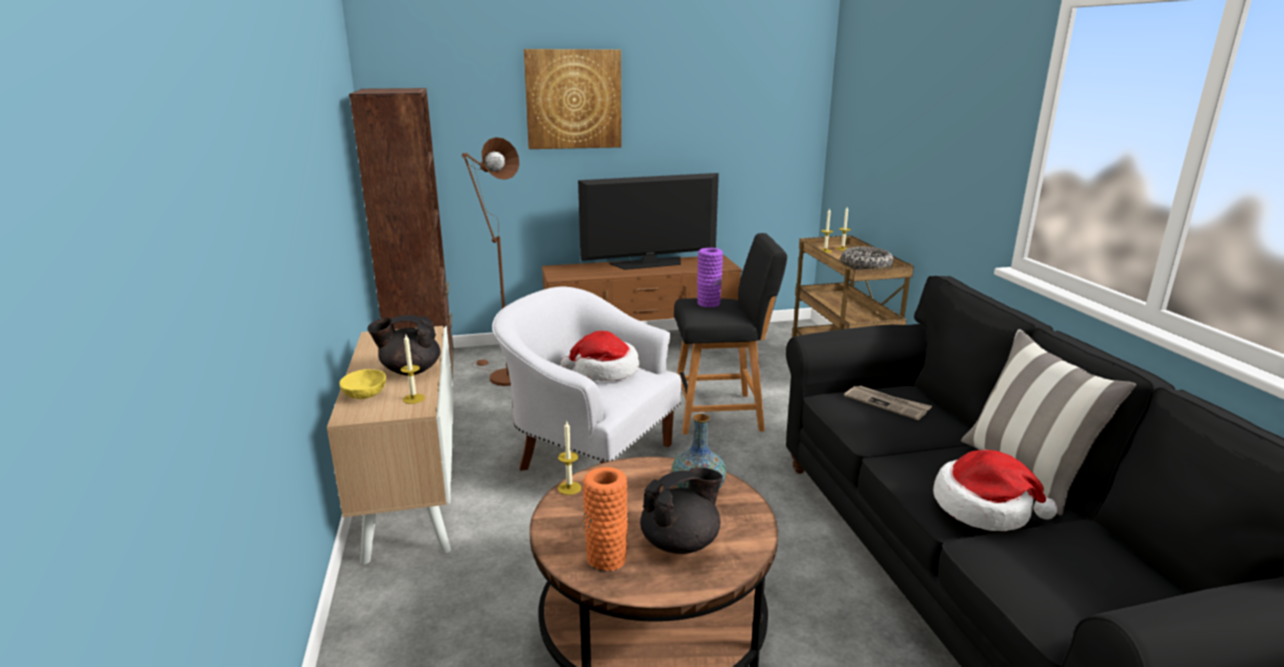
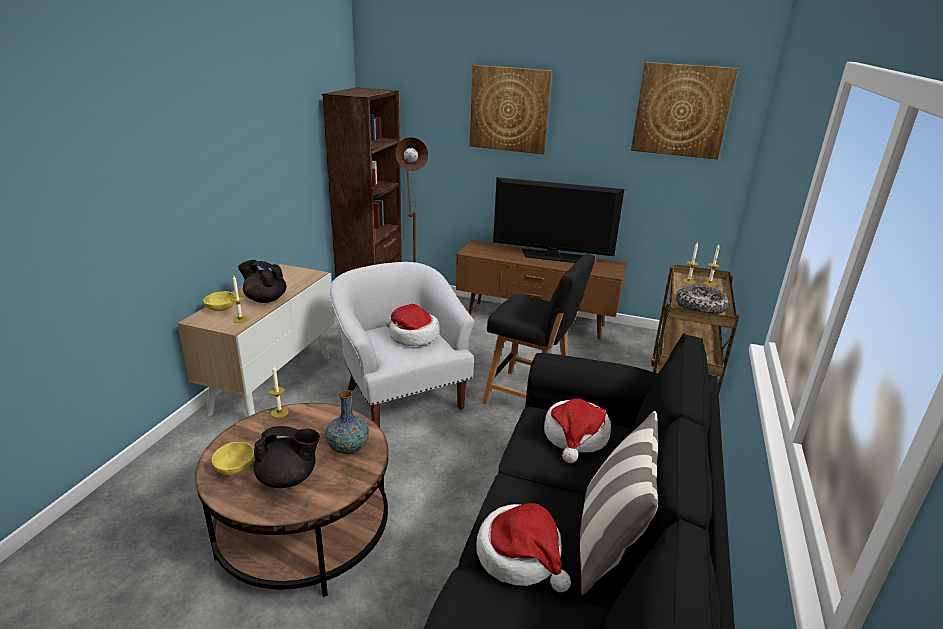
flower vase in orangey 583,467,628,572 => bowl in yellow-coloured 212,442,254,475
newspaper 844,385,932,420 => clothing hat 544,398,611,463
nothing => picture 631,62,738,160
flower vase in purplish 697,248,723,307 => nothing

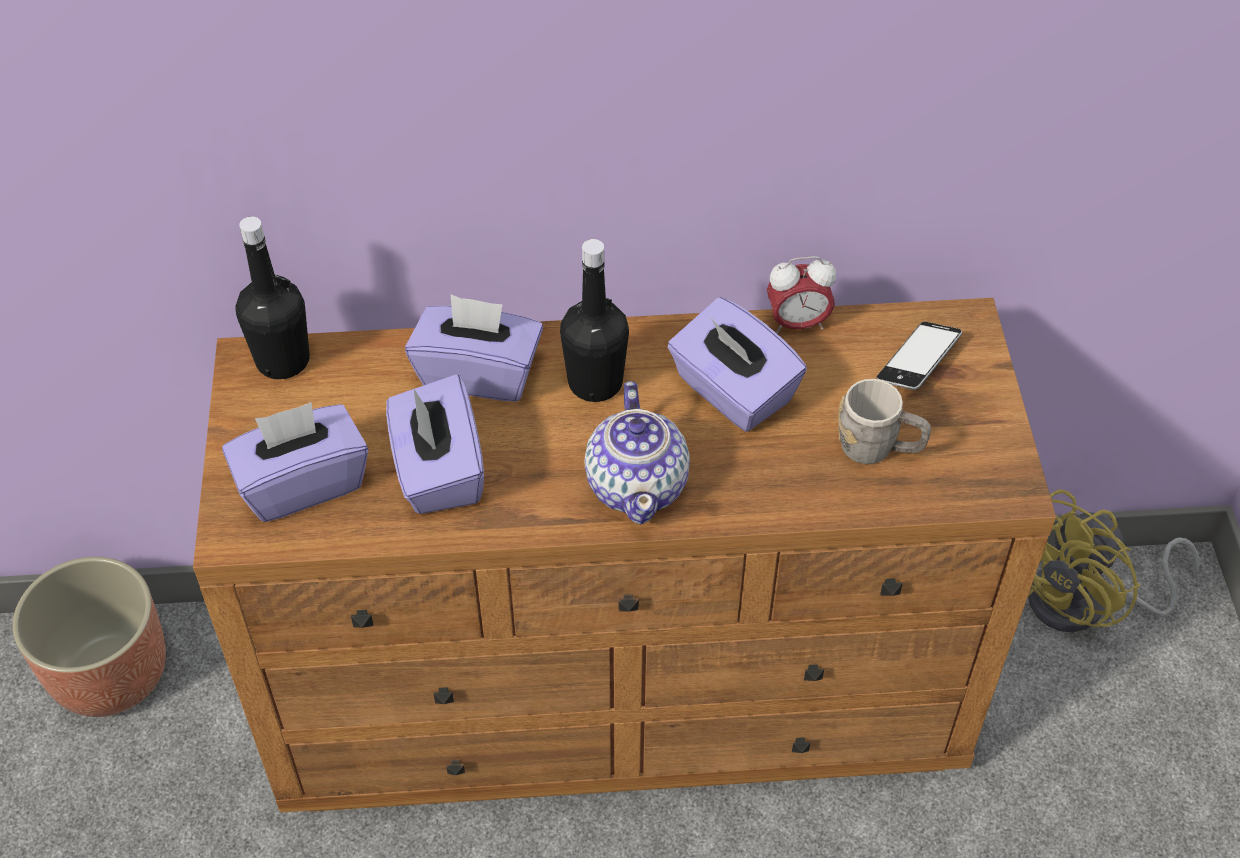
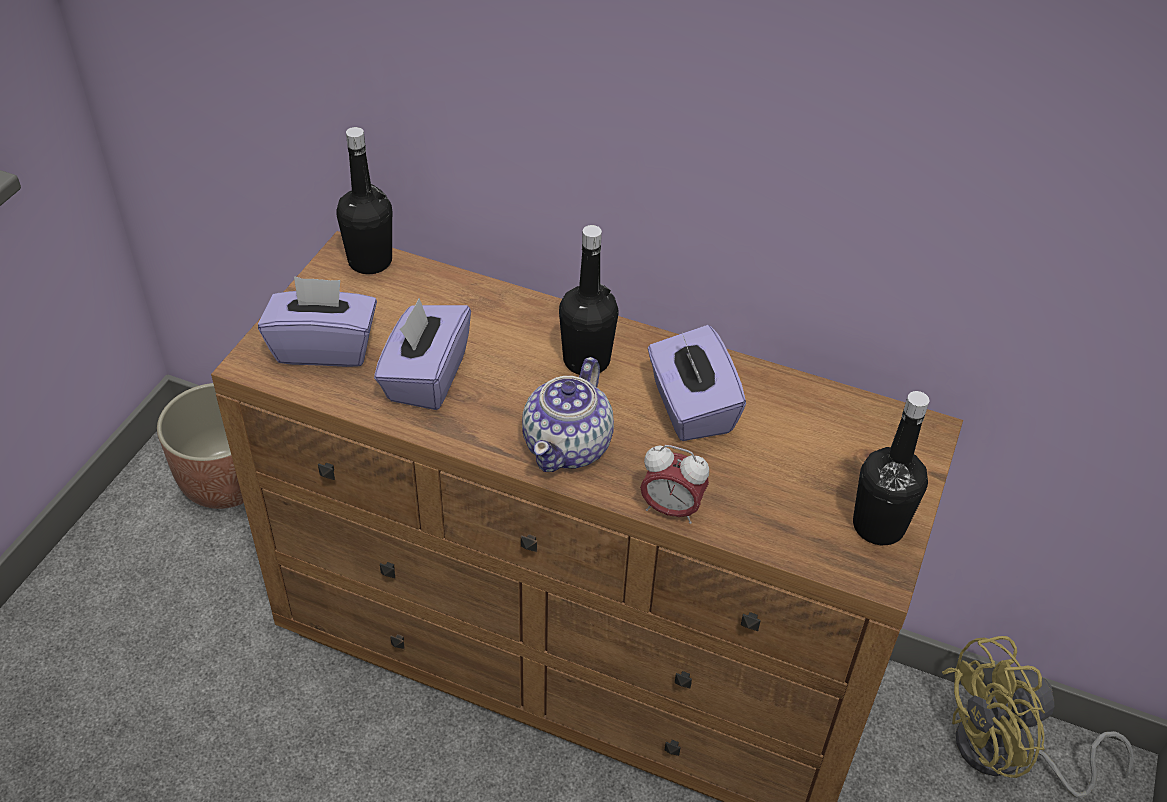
bedside clock 767,256,836,334 => bedside clock 640,445,709,524, relocated
nothing => bottle in black 853,391,929,545
tissue box in purplish 405,294,543,402 => nothing
tea mug in grey 838,379,931,464 => nothing
handset 877,322,962,390 => nothing

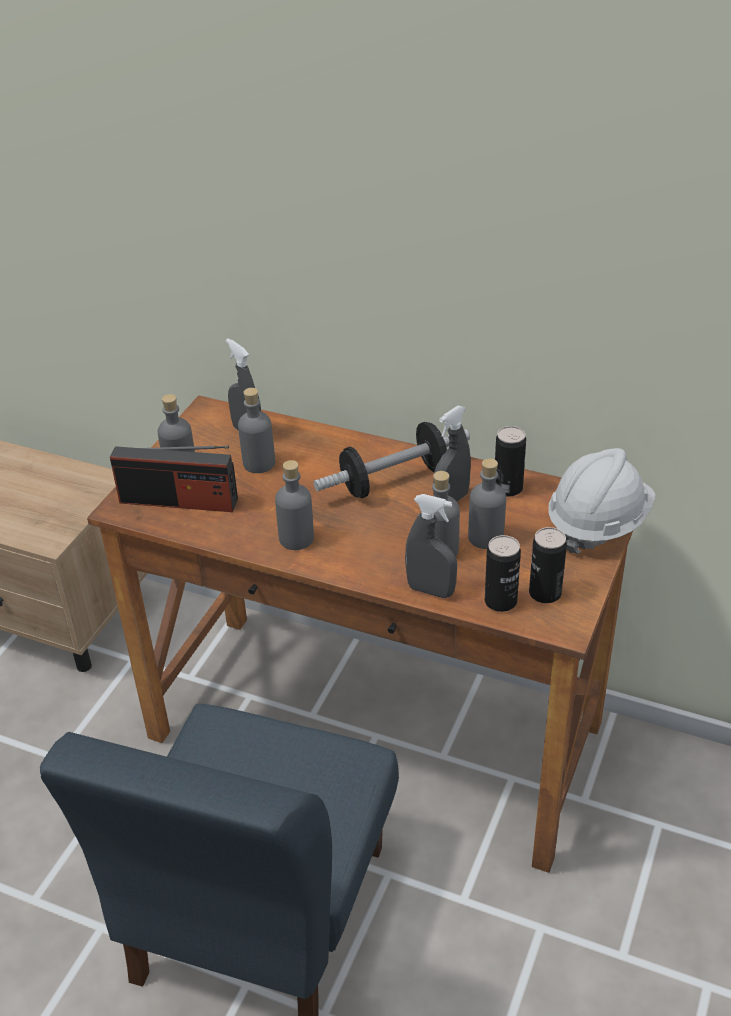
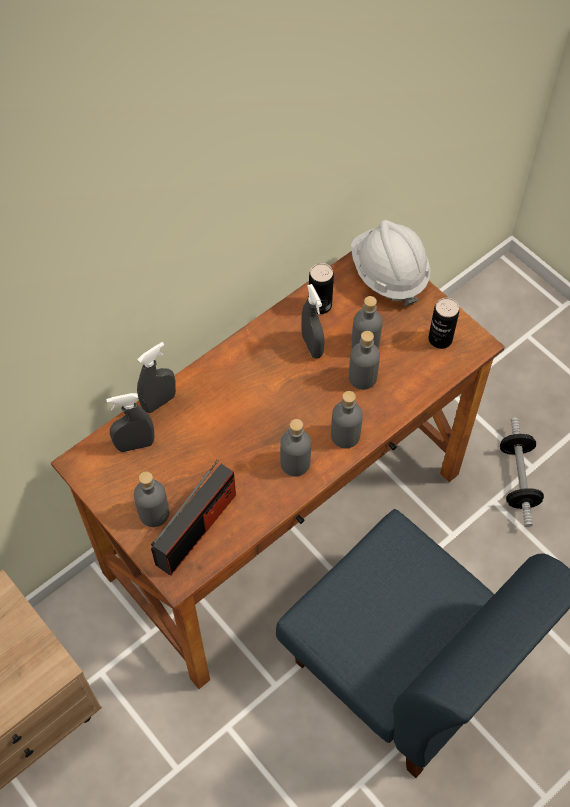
hand sprayer in grey 405,494,457,598 => hand sprayer in grey 137,342,176,413, relocated
bottle in grey 238,388,275,473 => bottle in grey 331,391,363,448, relocated
dumbbell 314,422,470,498 => dumbbell 500,417,544,527, relocated
sealed can 485,535,521,612 => nothing

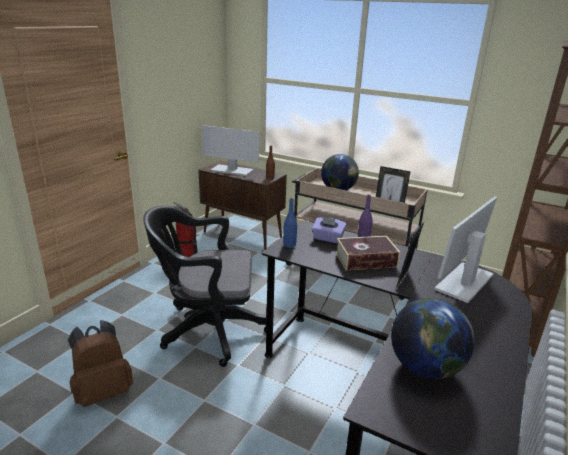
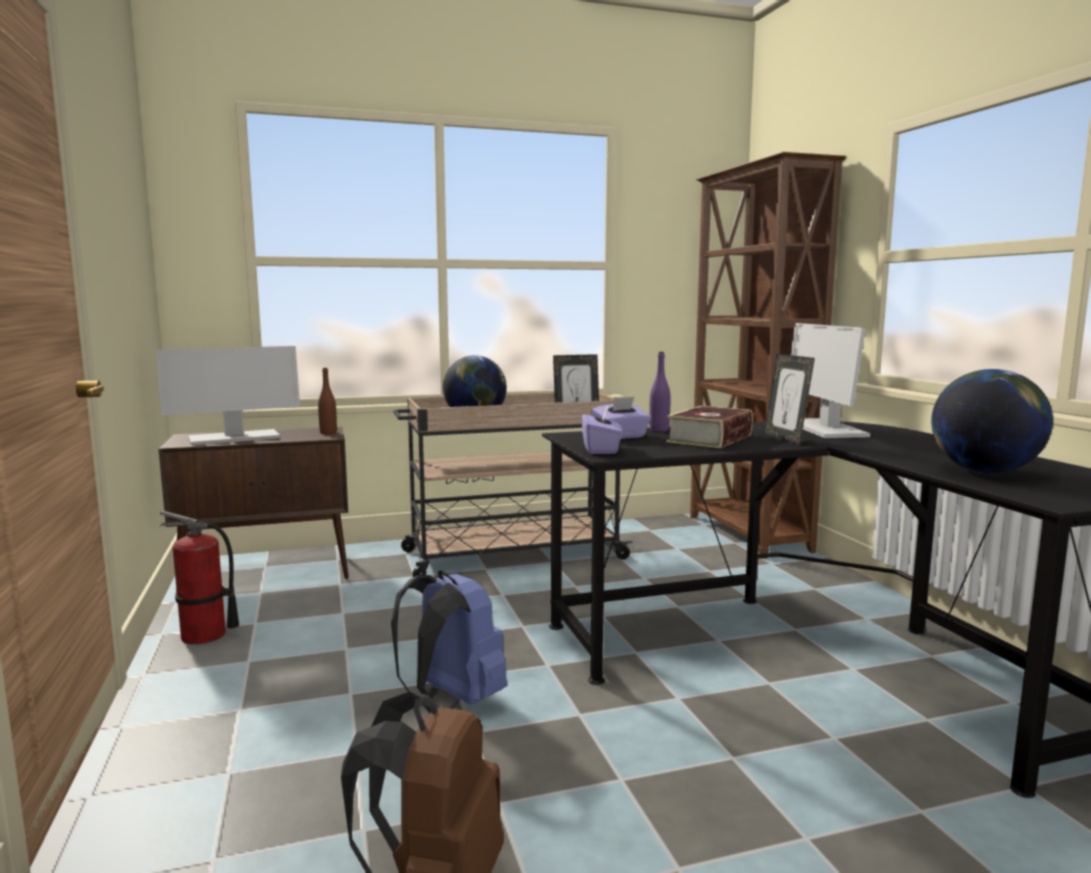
computer chair in black 143,206,267,367 => knapsack in blue 391,570,507,709
bottle in blue 283,198,297,248 => tissue box in purplish 582,406,622,454

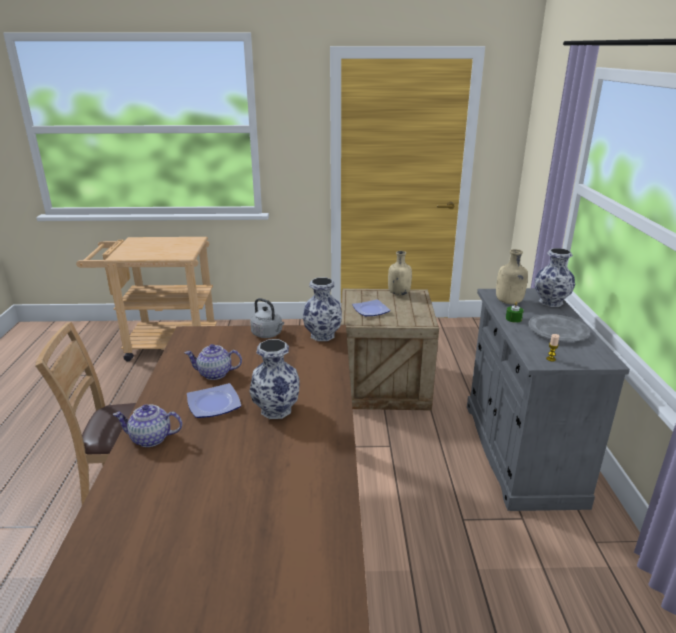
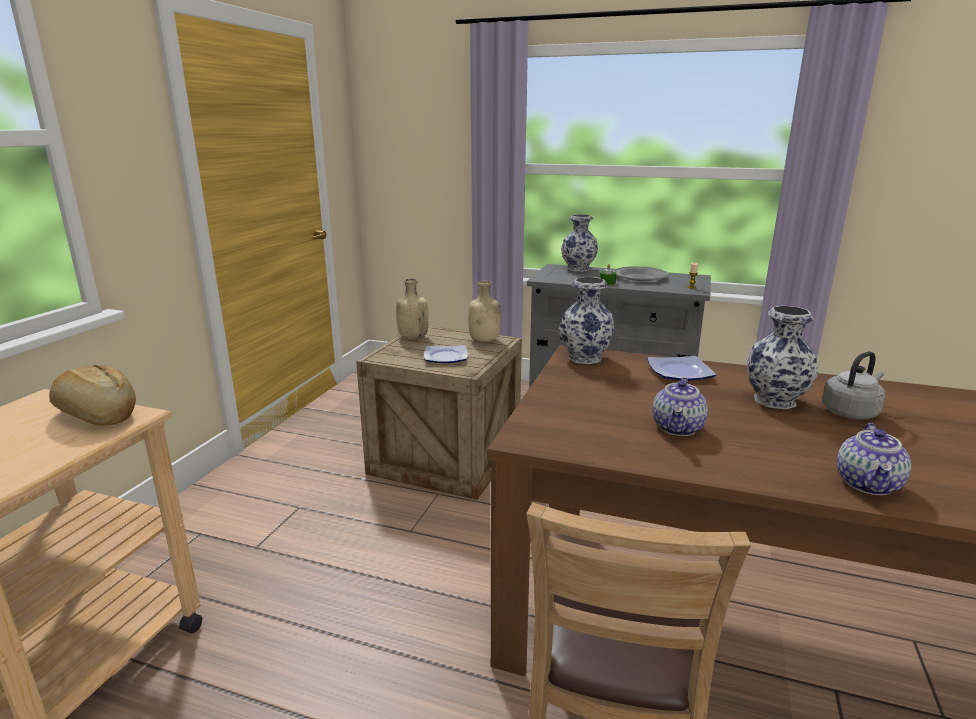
nothing => bread 49,365,136,426
bottle in sand-coloured 496,249,528,304 => bottle in sand-coloured 468,281,501,342, relocated
flat dish 187,383,241,418 => flat dish 647,356,716,381, relocated
tea kettle in grey 250,298,284,338 => tea kettle in grey 822,351,885,420, relocated

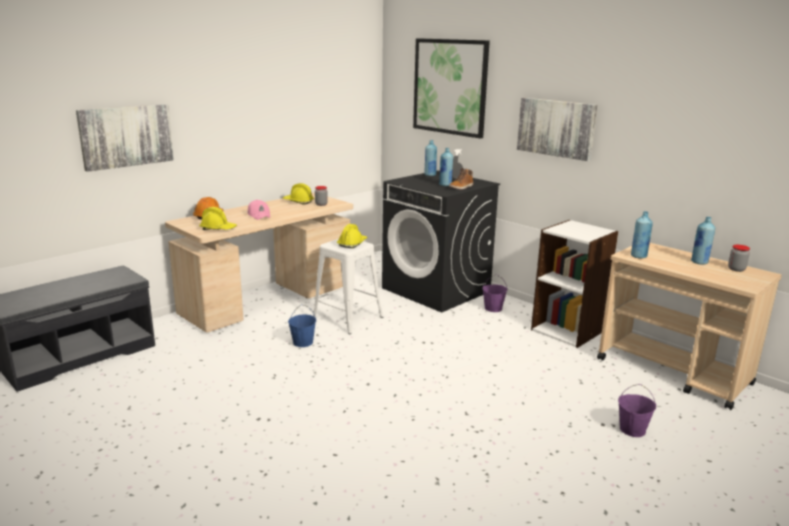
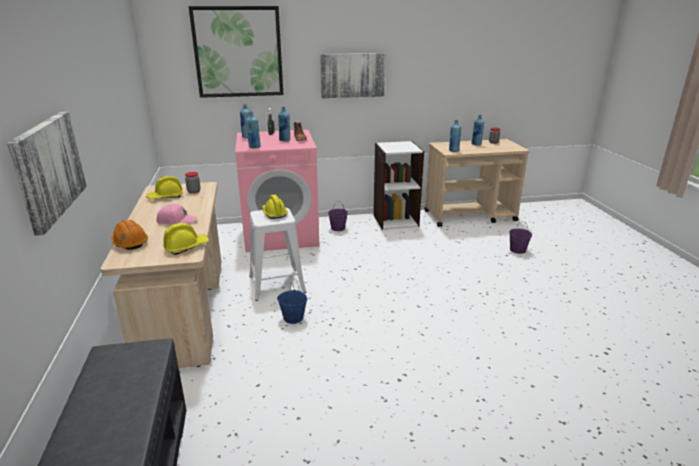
washing machine in black 382,170,500,312 => washing machine in pink-coloured 235,130,319,252
nothing => bottle in blue 246,112,261,148

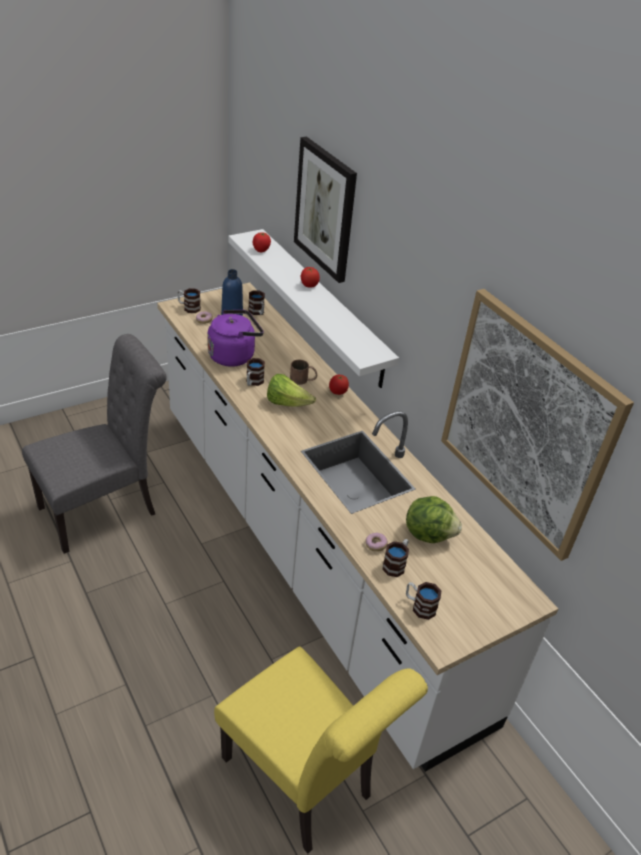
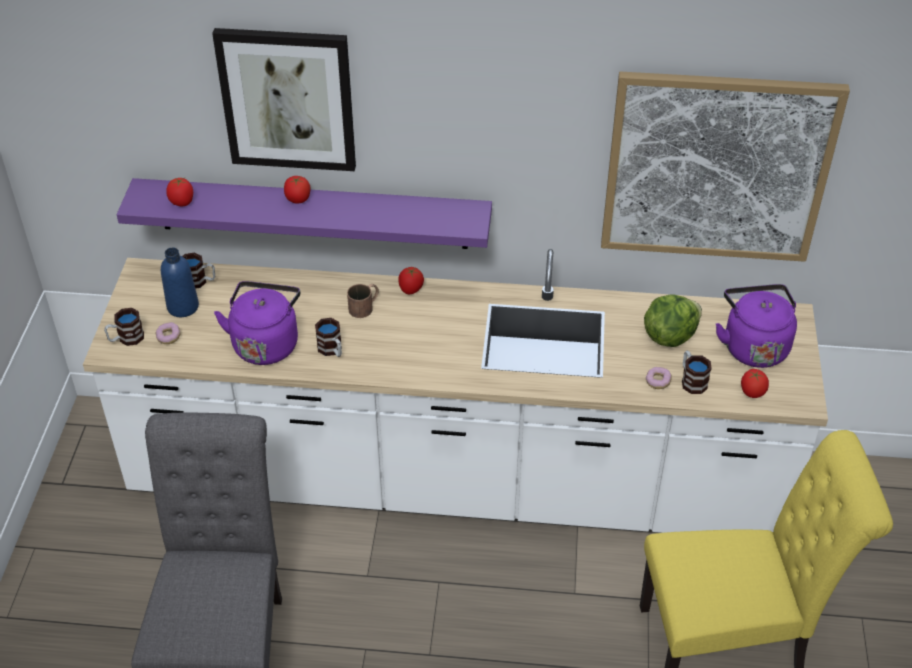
bracket shelf in white-coloured 228,229,399,388 => bracket shelf in purplish 117,178,492,249
nothing => tea kettle in purplish 716,284,797,368
tea mug 406,582,441,620 => tomato 741,369,769,398
lettuce 267,374,316,407 => nothing

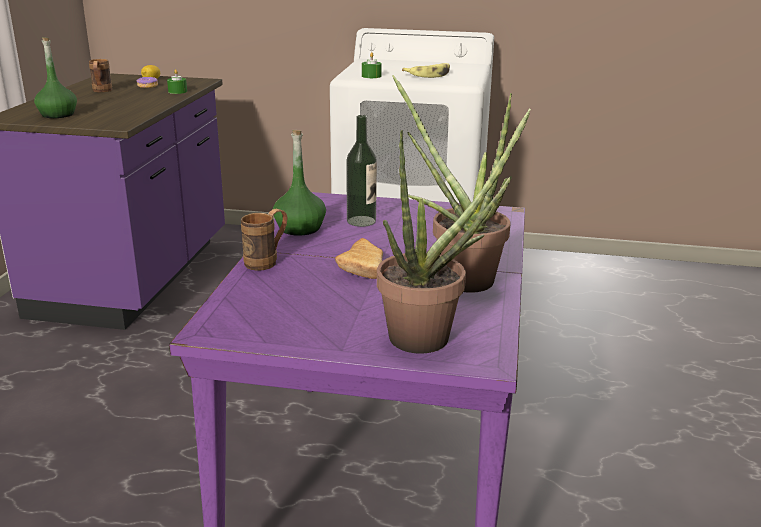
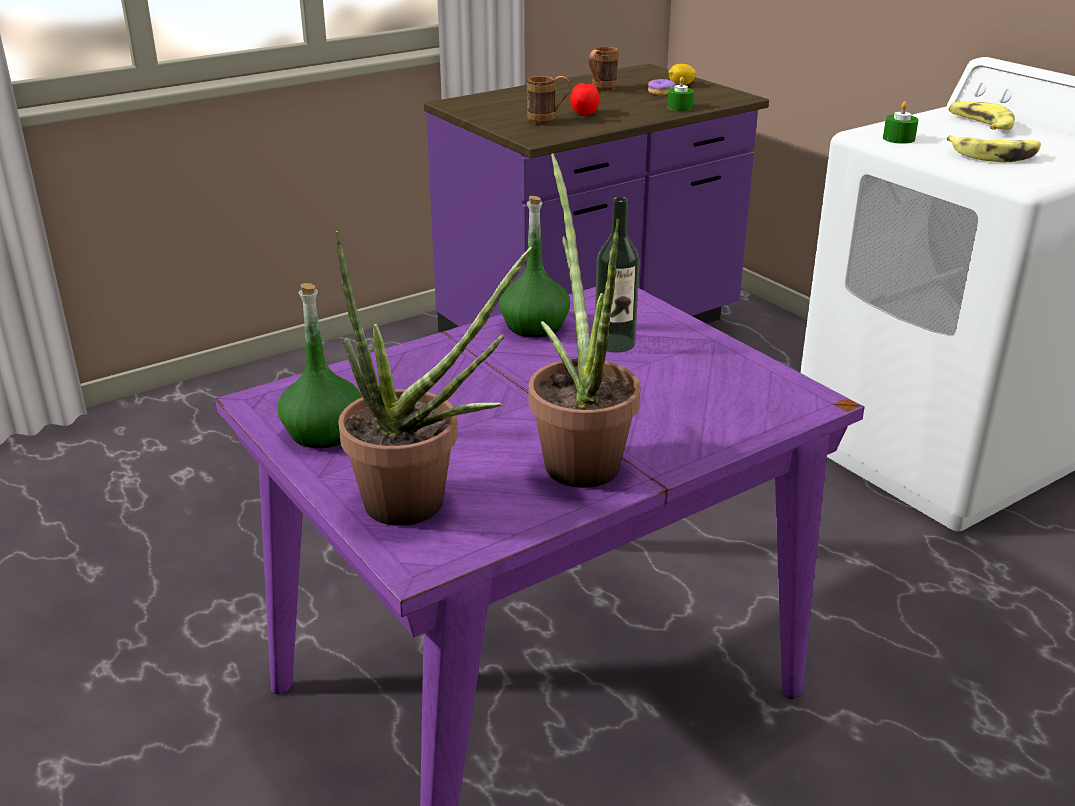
bottle in greenish 34,37,77,118 => bottle in greenish 277,283,362,448, relocated
tea mug in brownish 241,209,287,271 => tea mug in brownish 527,76,570,125, relocated
nothing => tomato 570,82,599,115
nothing => banana fruit 948,101,1015,130
bread 335,238,383,279 => nothing

